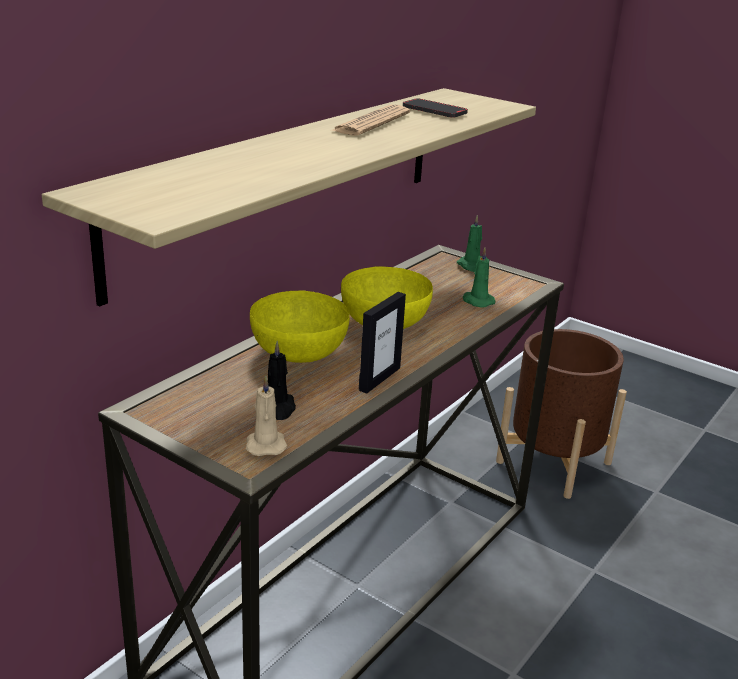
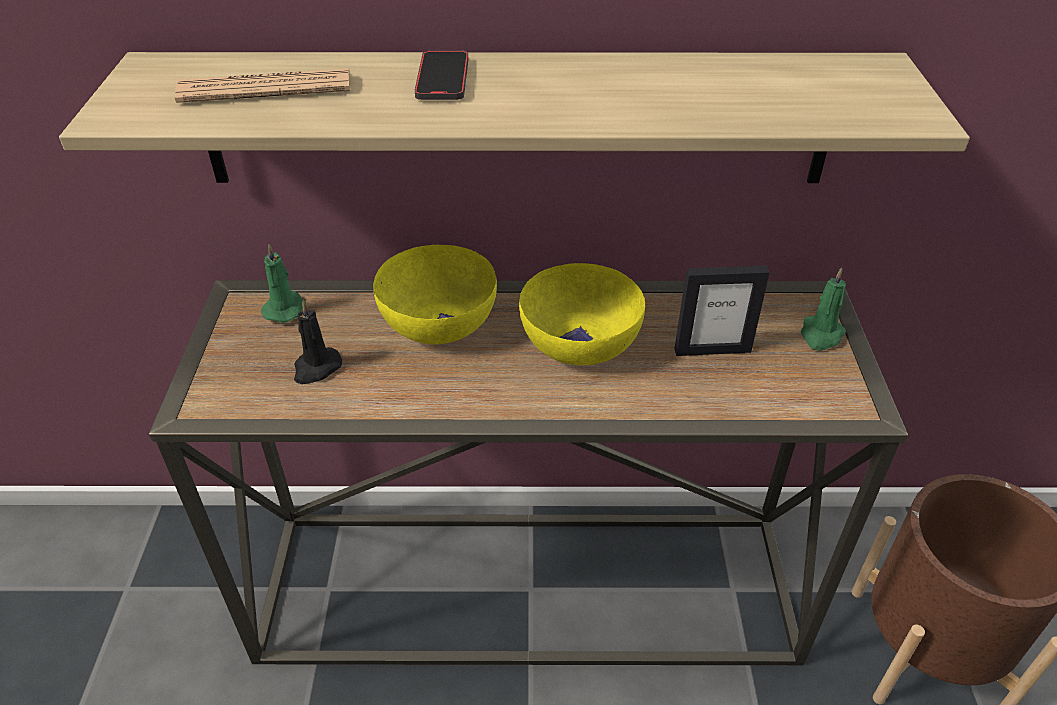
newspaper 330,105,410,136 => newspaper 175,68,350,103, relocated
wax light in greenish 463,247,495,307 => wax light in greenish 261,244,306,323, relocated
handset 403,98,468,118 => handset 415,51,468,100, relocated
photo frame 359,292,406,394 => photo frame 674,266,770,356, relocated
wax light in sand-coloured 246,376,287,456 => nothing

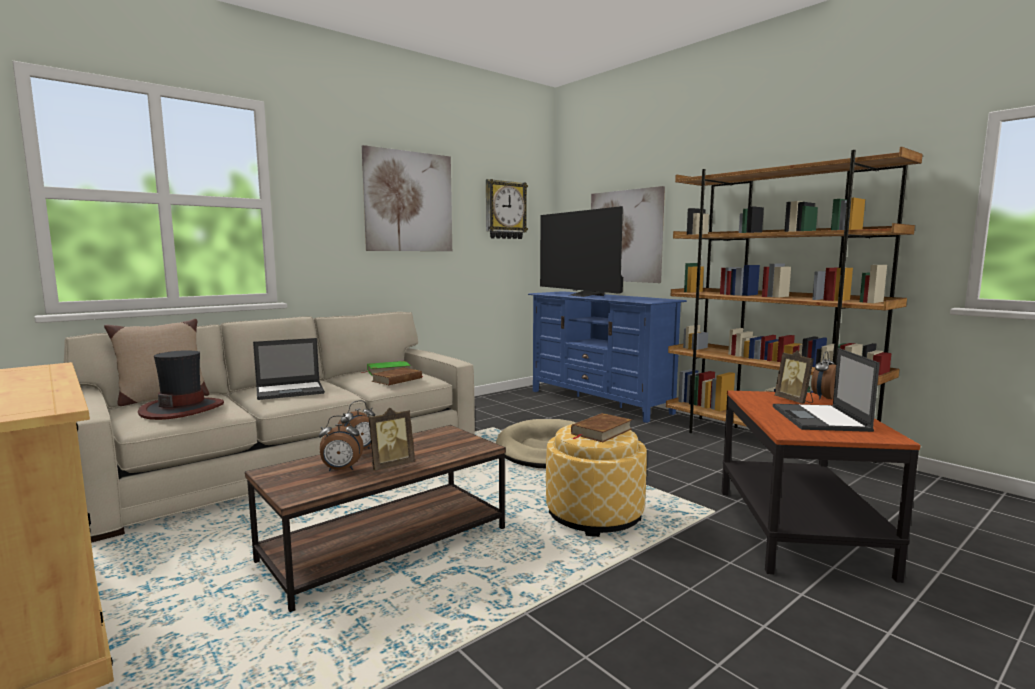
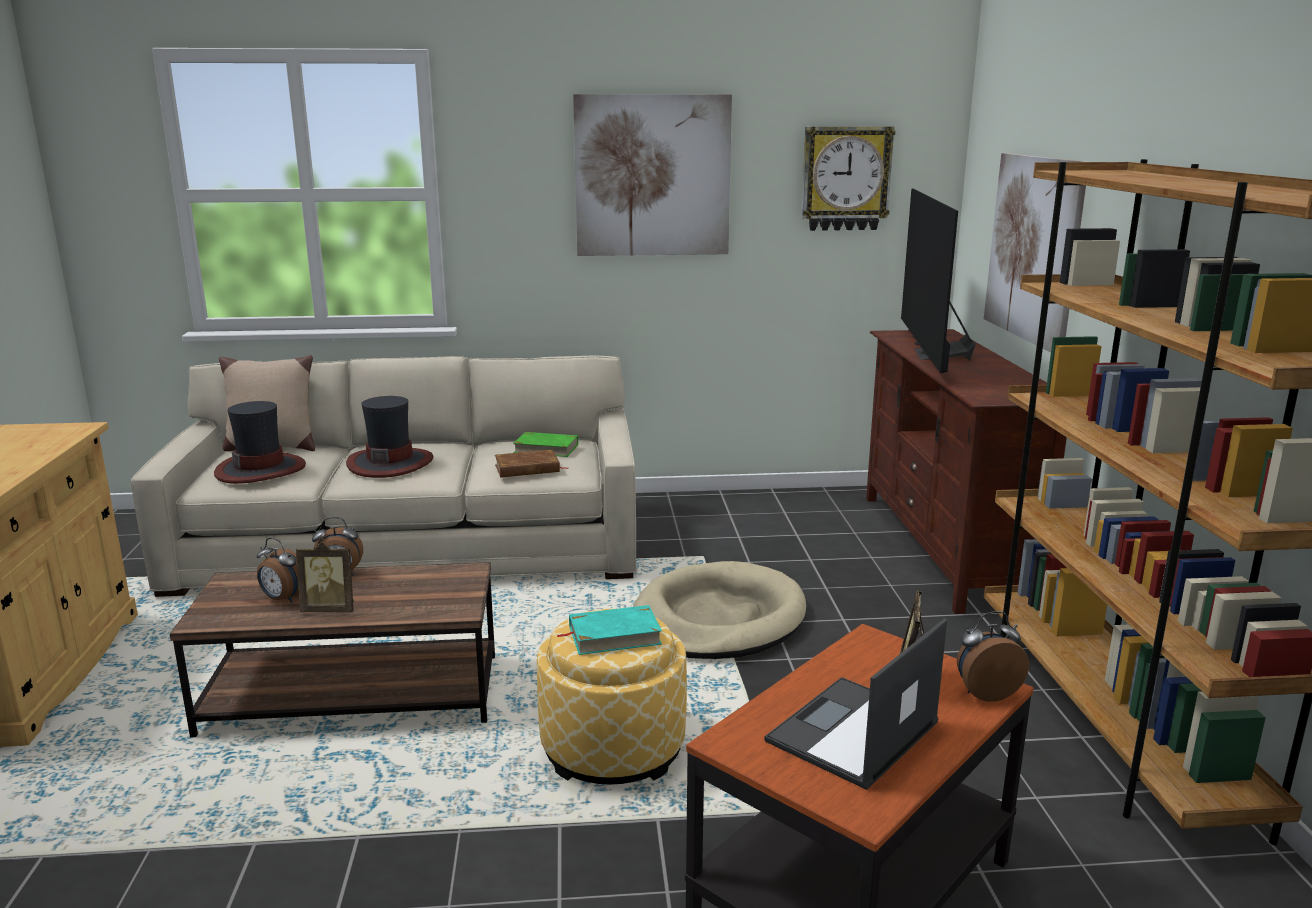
notebook computer 253,338,325,400 => clothing hat 346,396,433,478
volume in brownish 571,413,632,442 => volume in turquoise 557,605,662,655
tv stand in blue 528,291,687,423 => tv stand in brownish 866,329,1067,614

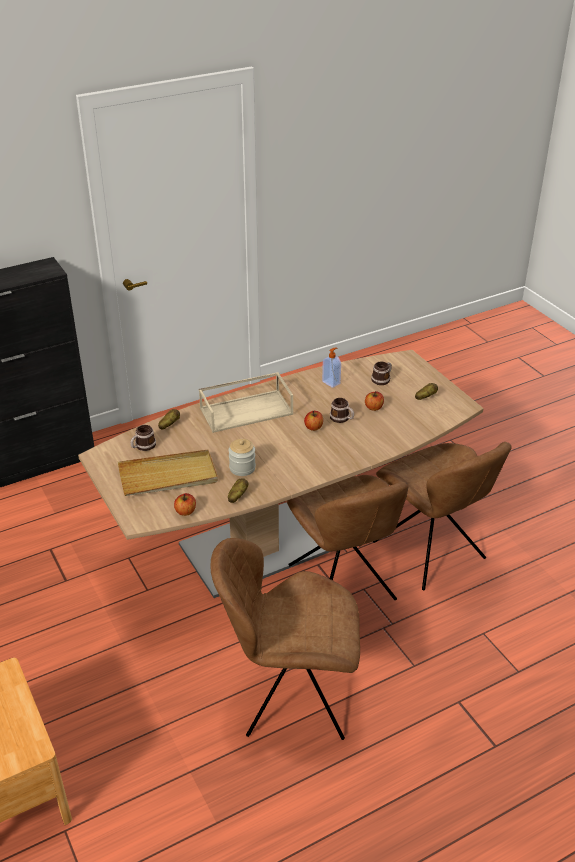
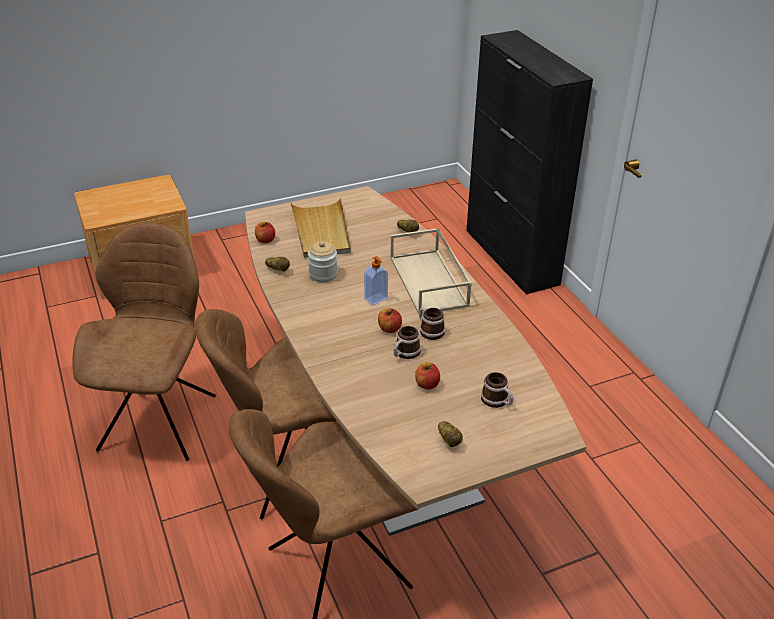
soap bottle 322,348,341,388 => soap bottle 364,256,388,306, relocated
tea mug 131,425,156,451 => tea mug 419,308,445,340, relocated

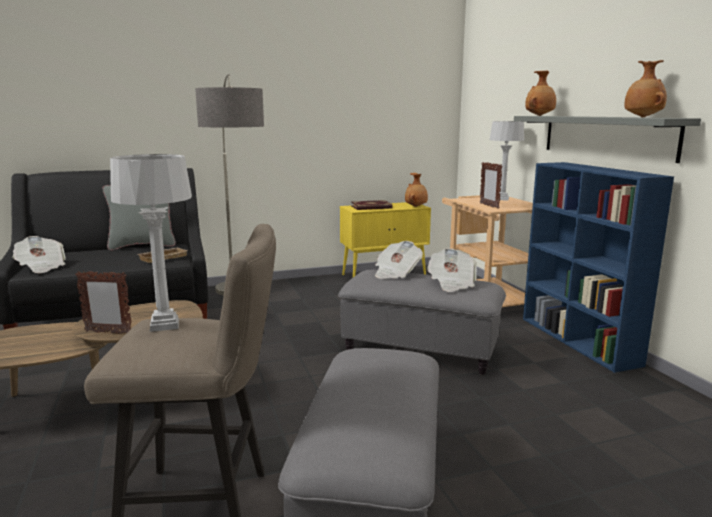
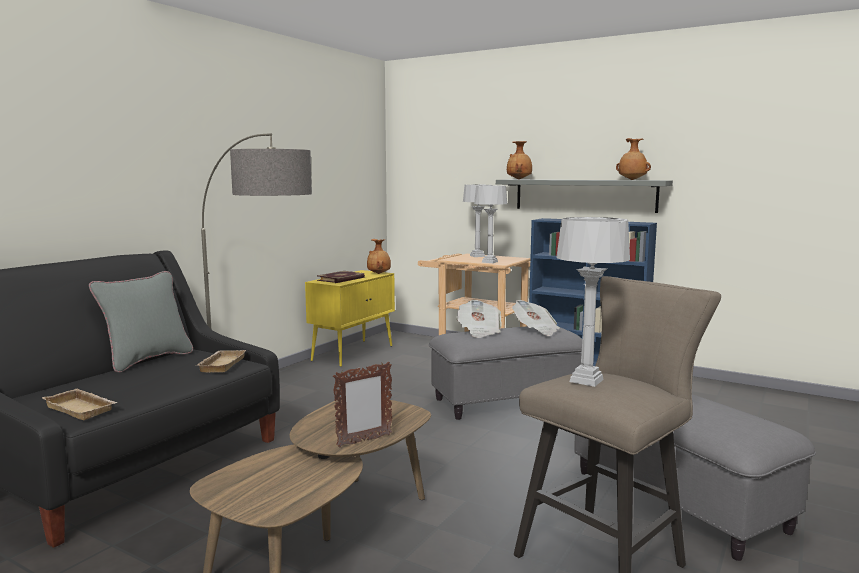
newspaper 13,236,66,273 => carrying tray in sand-coloured 42,388,118,420
photo frame 480,162,503,209 => lamp for a table in grey 474,185,507,263

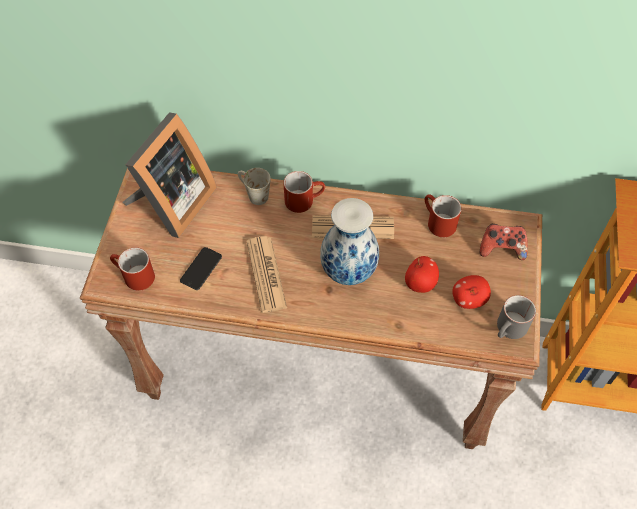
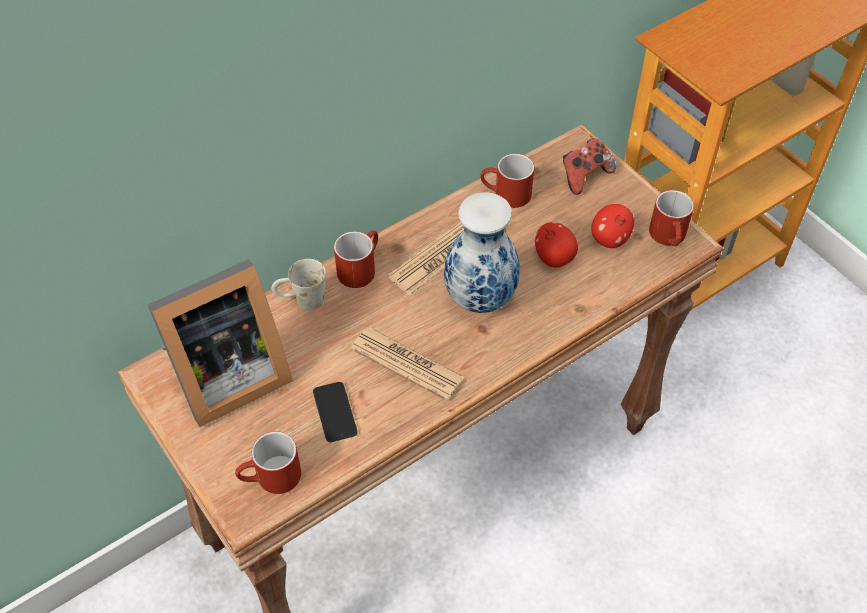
photo frame 123,113,217,238 => photo frame 148,259,293,427, 75 degrees clockwise
tea mug in grey 497,295,536,339 => tea mug in reddish 649,190,694,246

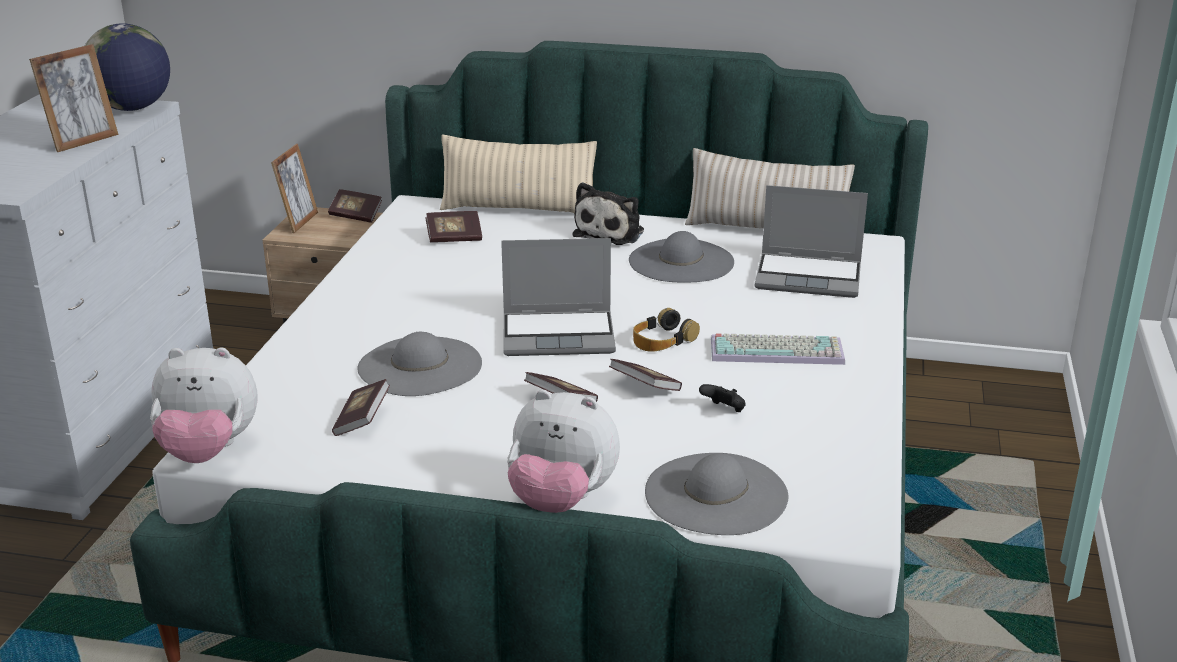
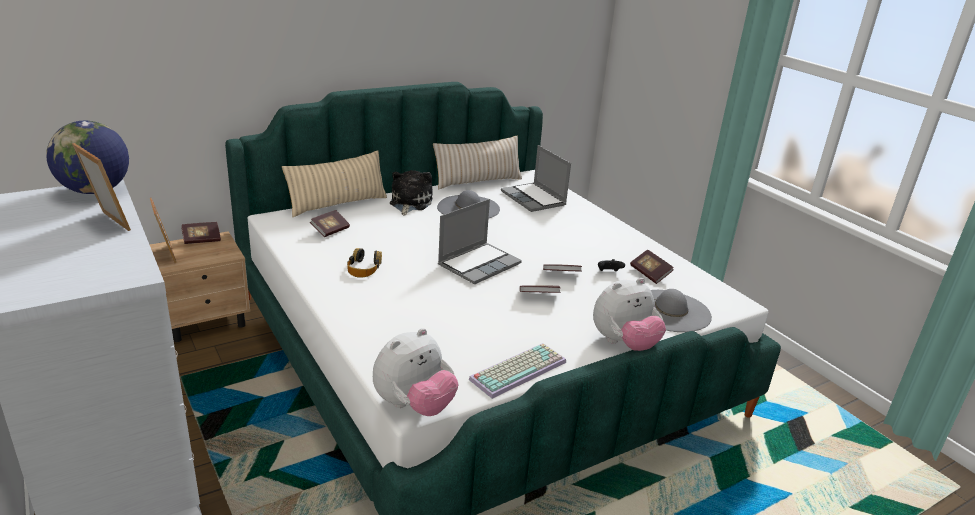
photo frame 29,44,119,152 => photo frame 72,143,131,231, 45 degrees counterclockwise
pair of headphones 633,308,700,352 => pair of headphones 347,248,382,278, relocated
soft toy 572,182,644,245 => soft toy 390,170,433,216, 150 degrees counterclockwise
PC keyboard 711,333,845,365 => PC keyboard 469,343,566,399, relocated
notebook computer 755,185,868,298 => notebook computer 501,145,571,212, 90 degrees clockwise
volume 332,379,390,436 => volume 630,250,673,284, relocated
clothing hat in grey 357,332,482,396 => nothing

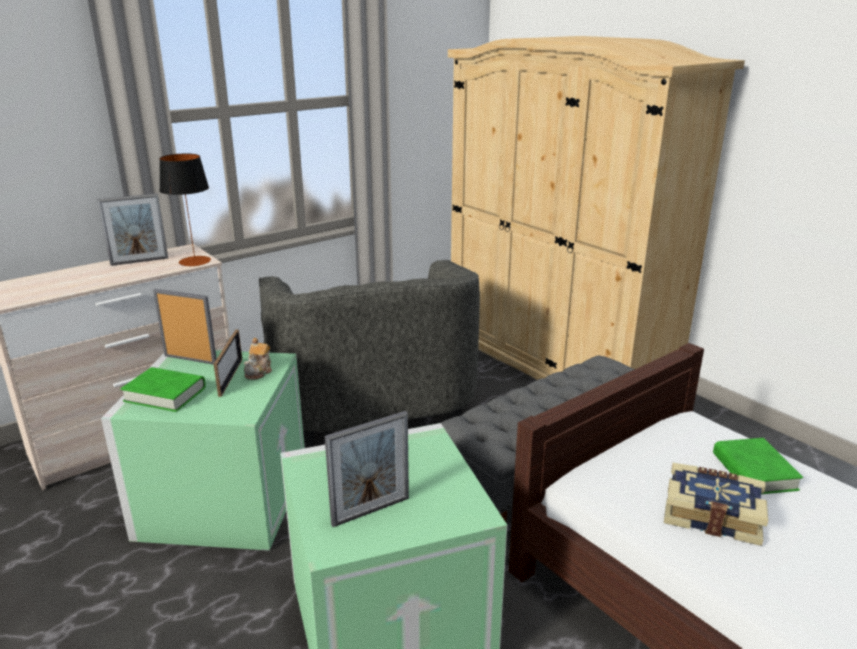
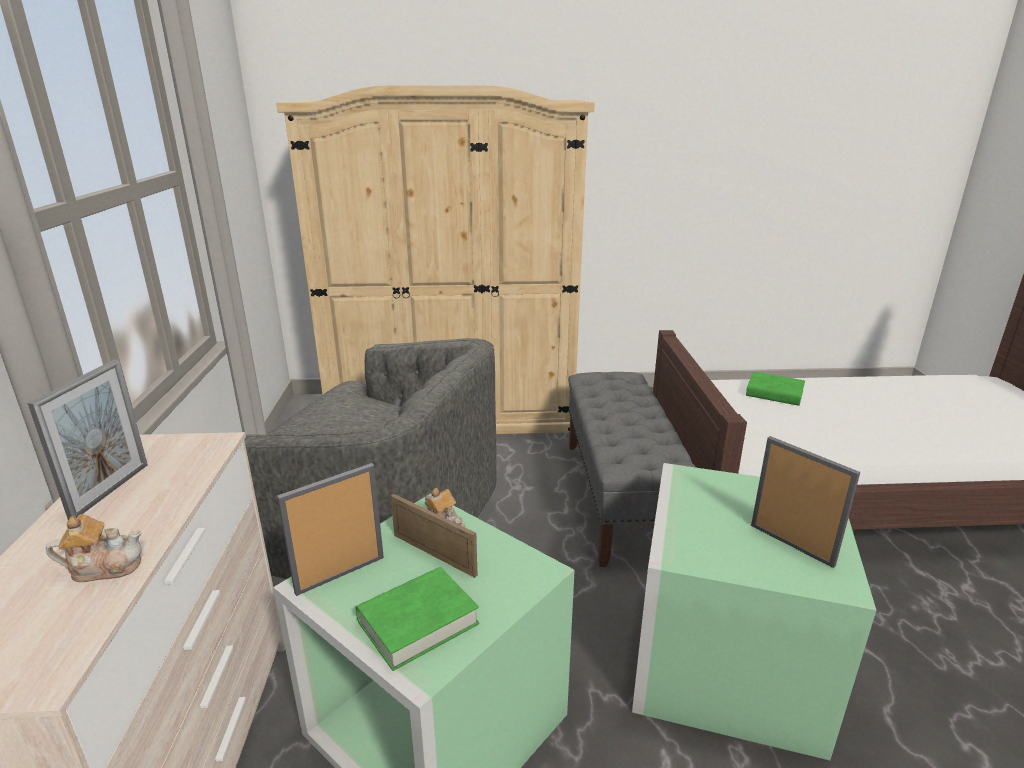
nothing => tea pot 46,514,142,582
photo frame 325,411,409,527 => photo frame 751,436,860,568, 45 degrees counterclockwise
lamp for a table 159,154,211,267 => nothing
volume 664,463,768,546 => nothing

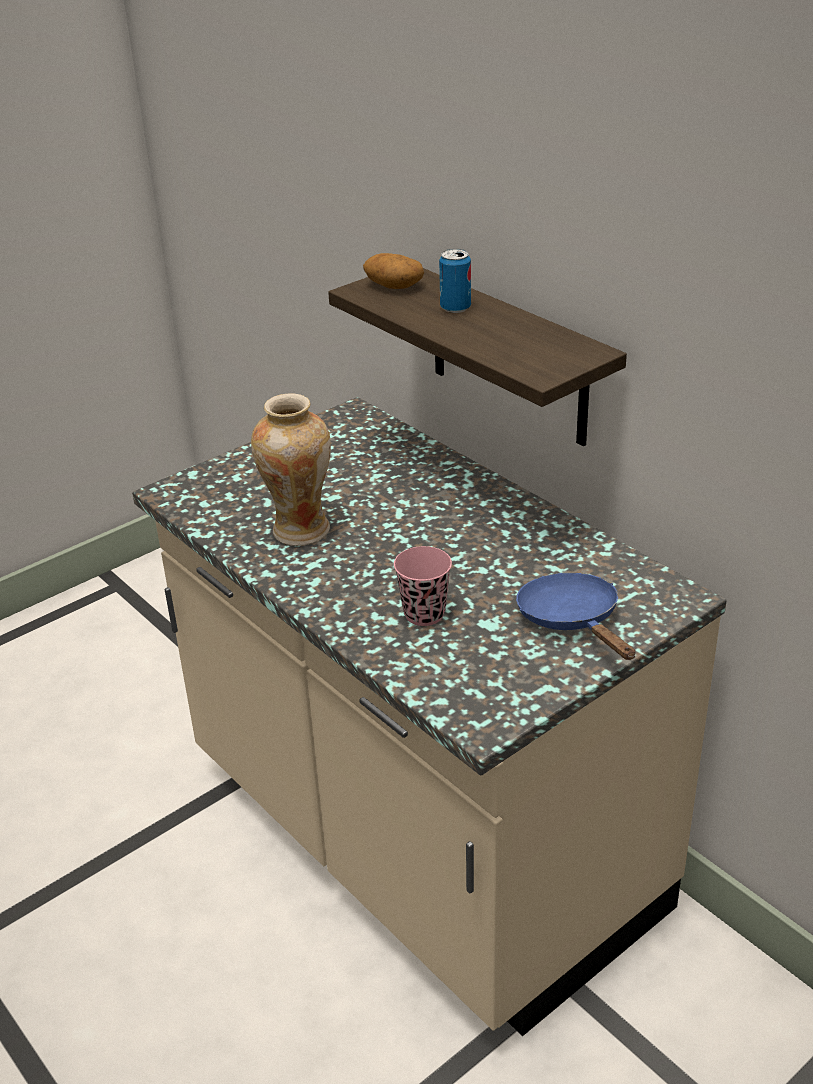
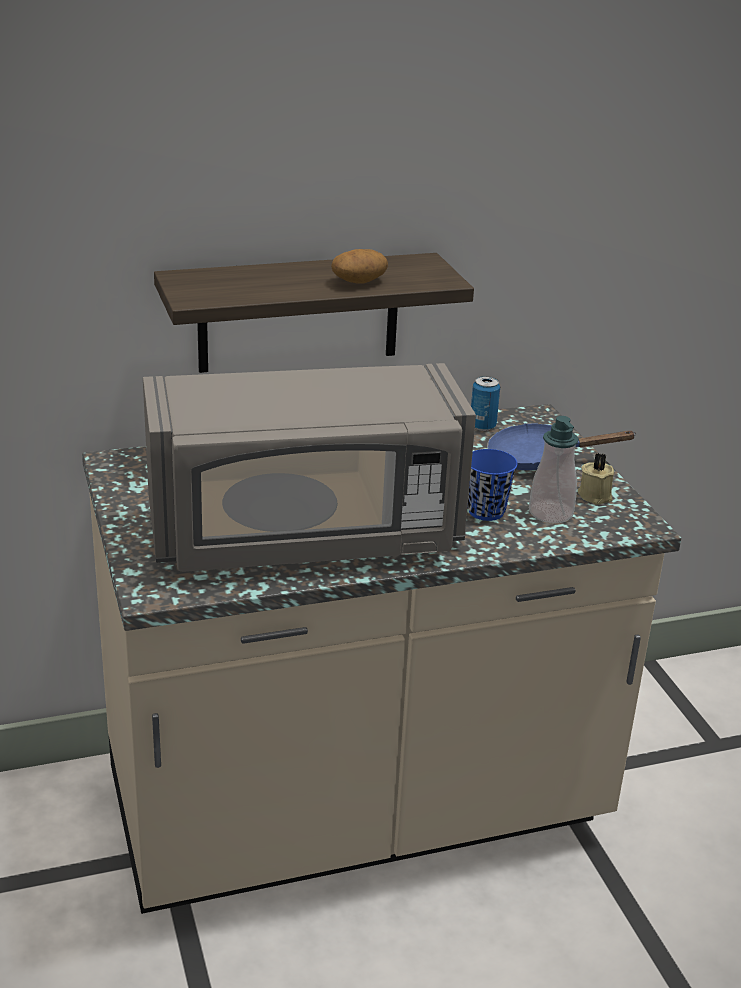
flower vase 251,393,331,546 => microwave in grey 143,363,476,572
spud 363,253,424,289 => spud 331,249,388,284, relocated
drinking cup in pink-coloured 394,546,452,626 => drinking cup in blue 468,449,518,521
sealed can 439,249,471,313 => sealed can 471,376,500,431, relocated
nothing => soap bottle 529,416,579,523
nothing => wax light in sand-coloured 578,453,614,505

